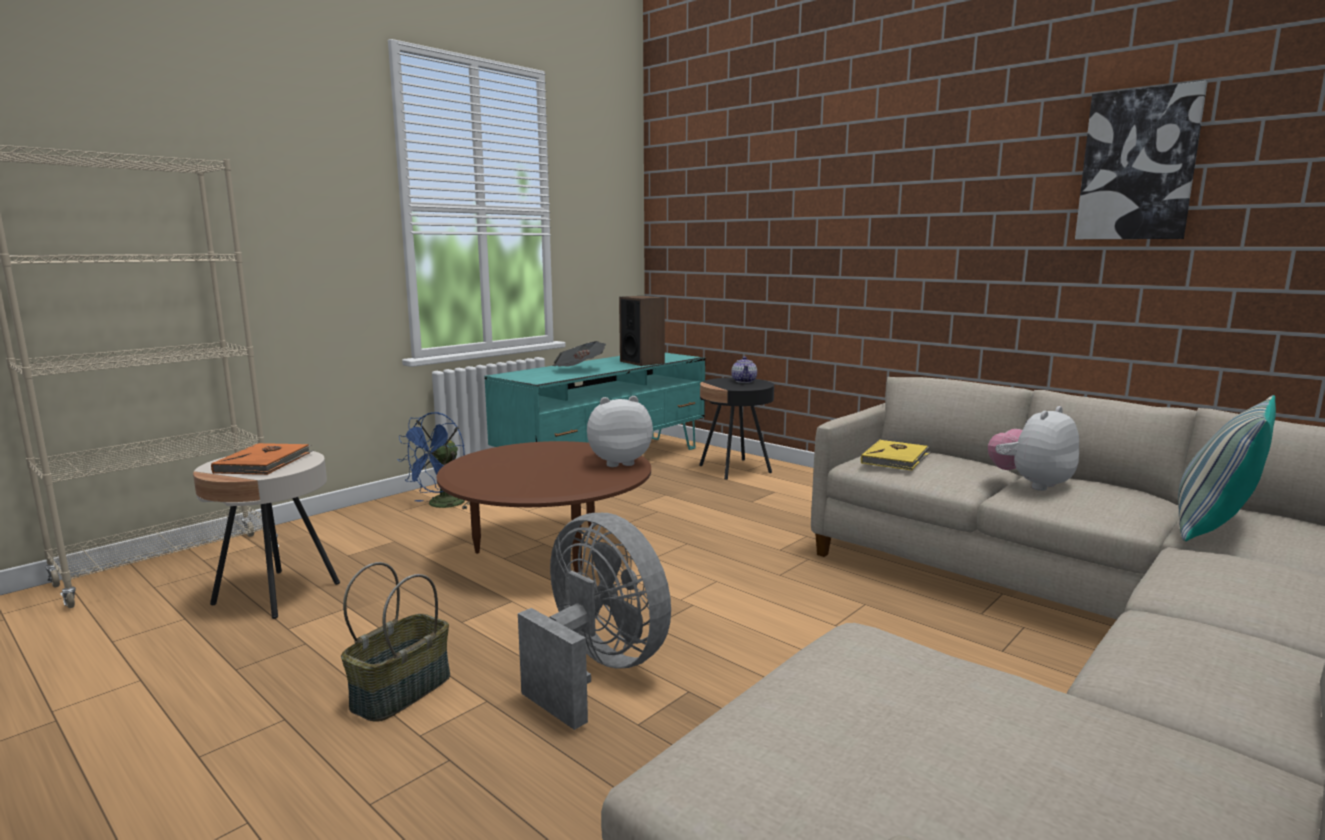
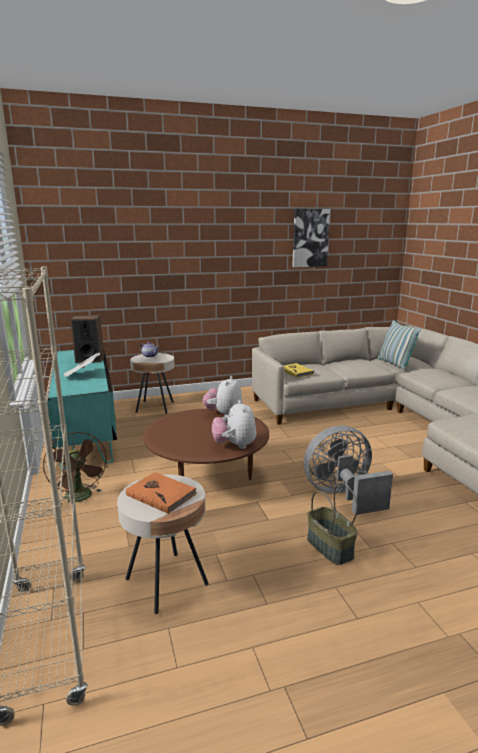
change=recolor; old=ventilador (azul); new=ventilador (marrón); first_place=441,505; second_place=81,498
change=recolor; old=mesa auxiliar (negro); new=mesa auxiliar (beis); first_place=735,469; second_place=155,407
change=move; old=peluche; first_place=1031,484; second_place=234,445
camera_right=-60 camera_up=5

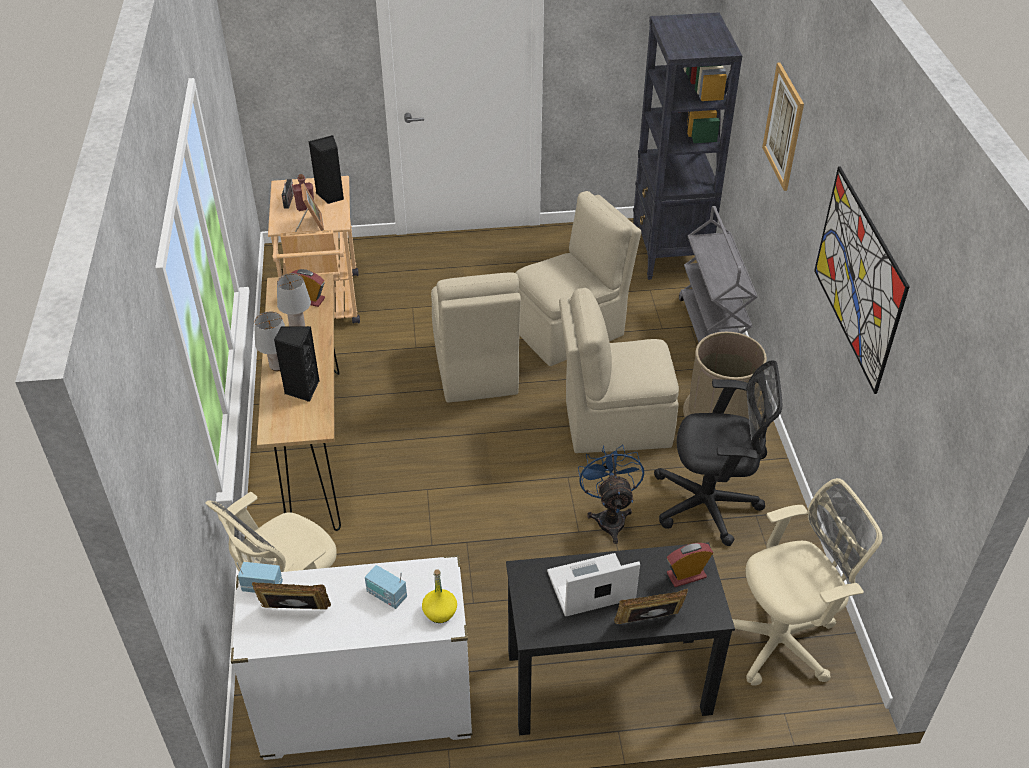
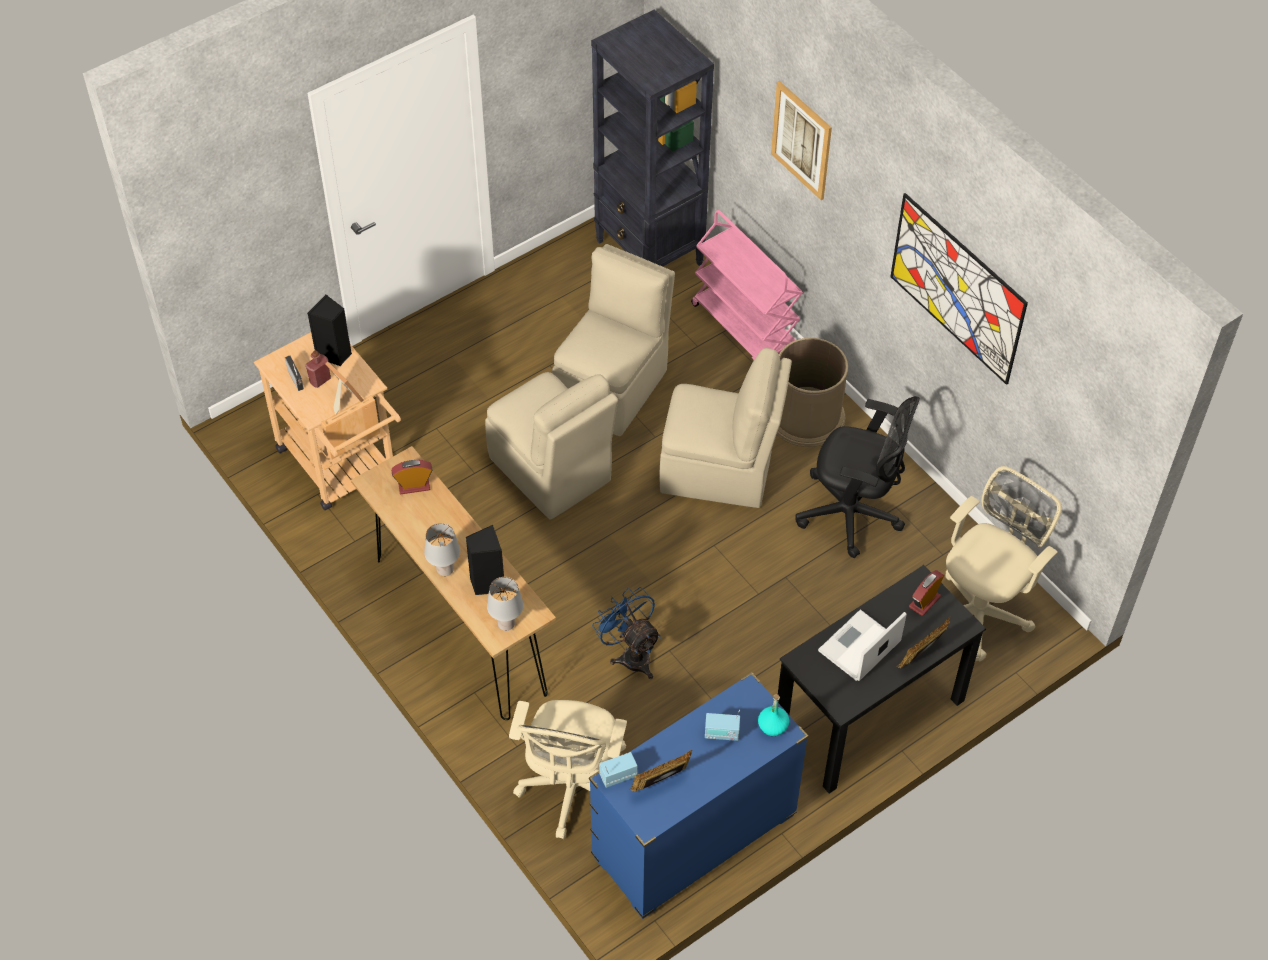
change=move; old=lámpara de mesa (gris); first_place=297,327; second_place=506,624
change=recolor; old=cómoda (blanco); new=cómoda (azul); first_place=366,710; second_place=694,837
change=move; old=ventilador (azul); first_place=609,517; second_place=631,654
change=rotate; old=silla (beis); first_place=614,423; second_place=719,471; degrees=-135
change=recolor; old=carrito (gris); new=carrito (rosa); first_place=712,330; second_place=745,328
change=recolor; old=botella (amarillo); new=botella (turquesa); first_place=440,612; second_place=773,726
change=rotate; old=silla de oficina (negro); first_place=710,505; second_place=853,514; degrees=45
camera_right=-30 camera_up=10

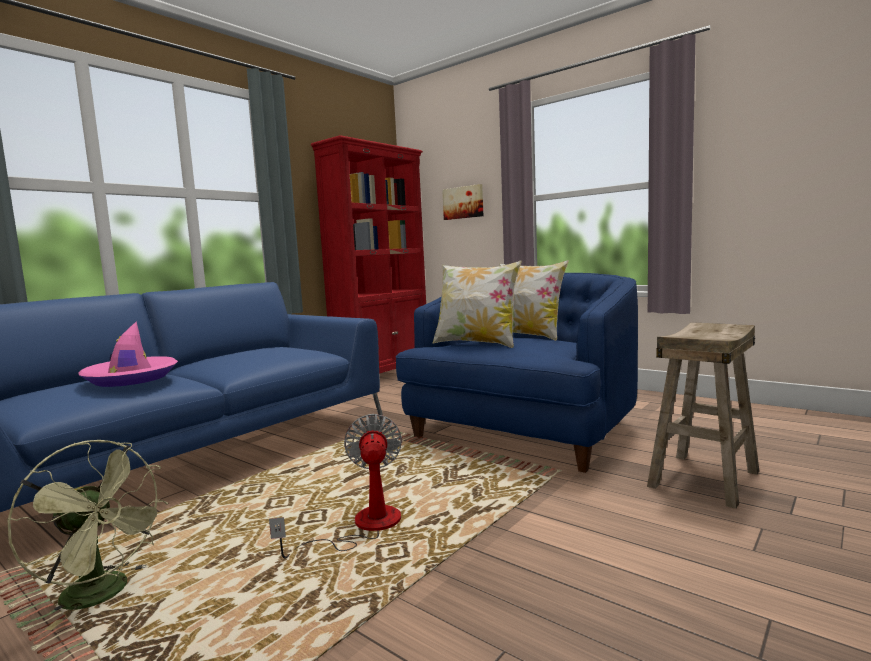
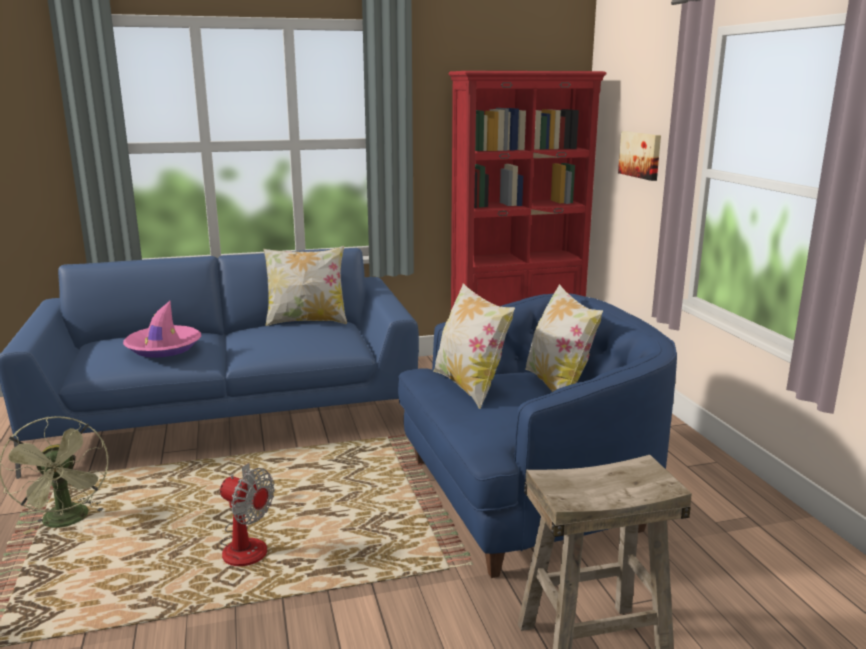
change=rotate; old=ventilador; first_place=363,527; second_place=246,544; degrees=90
change=insert; new=cojín; second_place=307,321
camera_right=35 camera_up=10

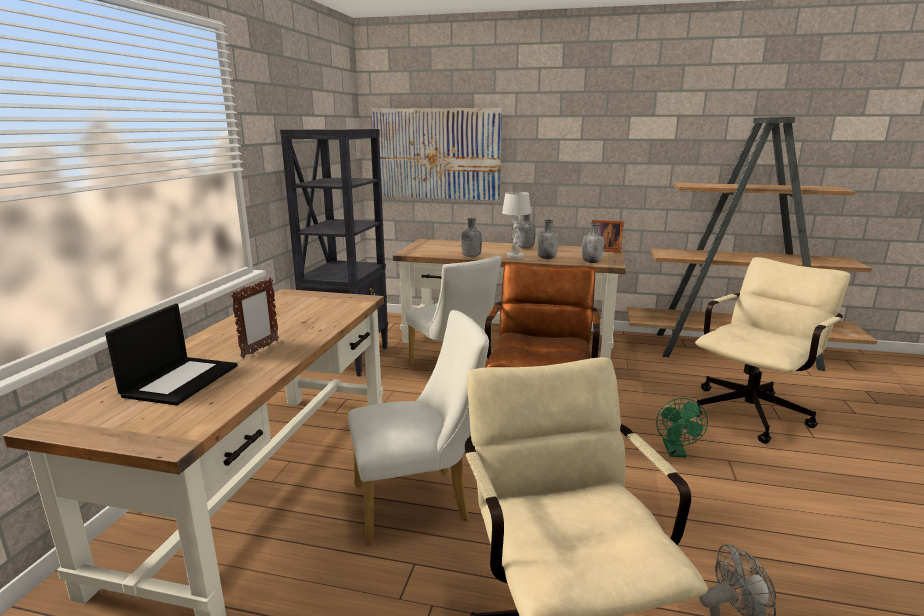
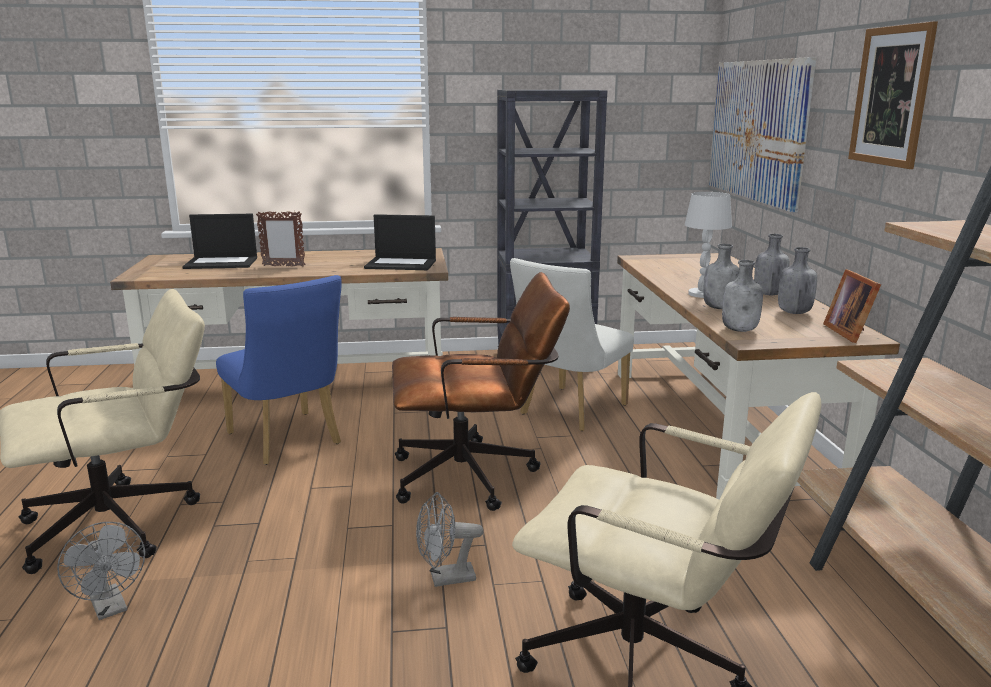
change=recolor; old=silla (blanco); new=silla (azul); first_place=419,501; second_place=288,441
change=insert; new=portátil; second_place=402,264
change=recolor; old=ventilador (verde); new=ventilador (gris); first_place=676,452; second_place=445,579
change=move; old=botella (gris); first_place=471,256; second_place=793,312
change=insert; new=cuadro; second_place=891,96
camera_right=70 camera_up=0

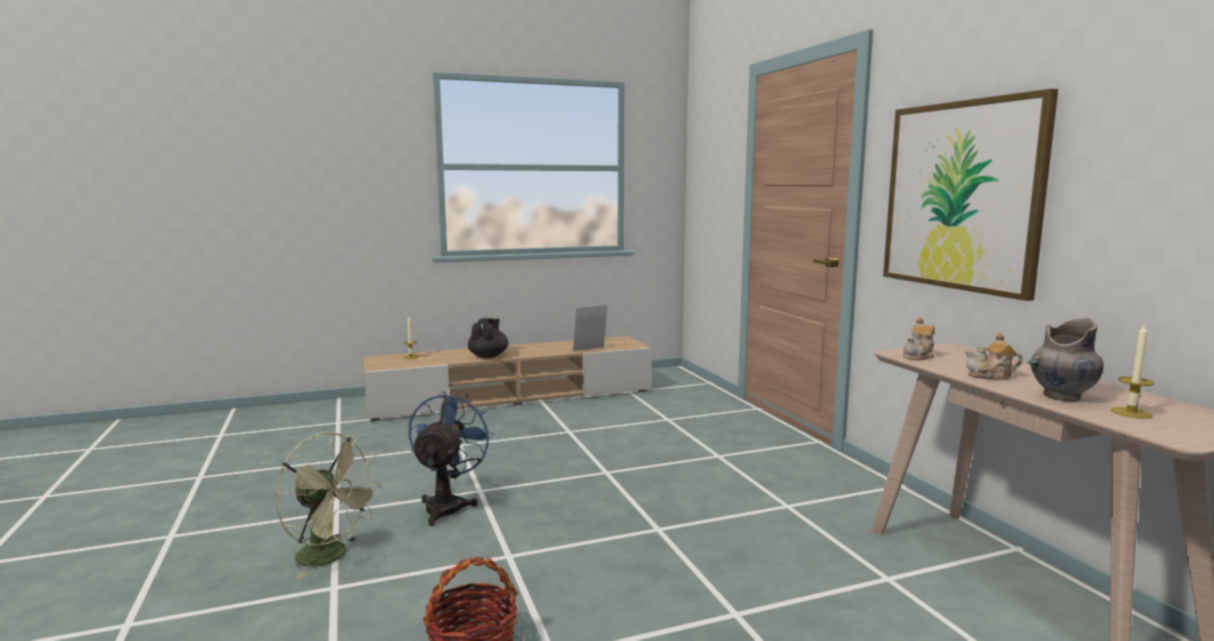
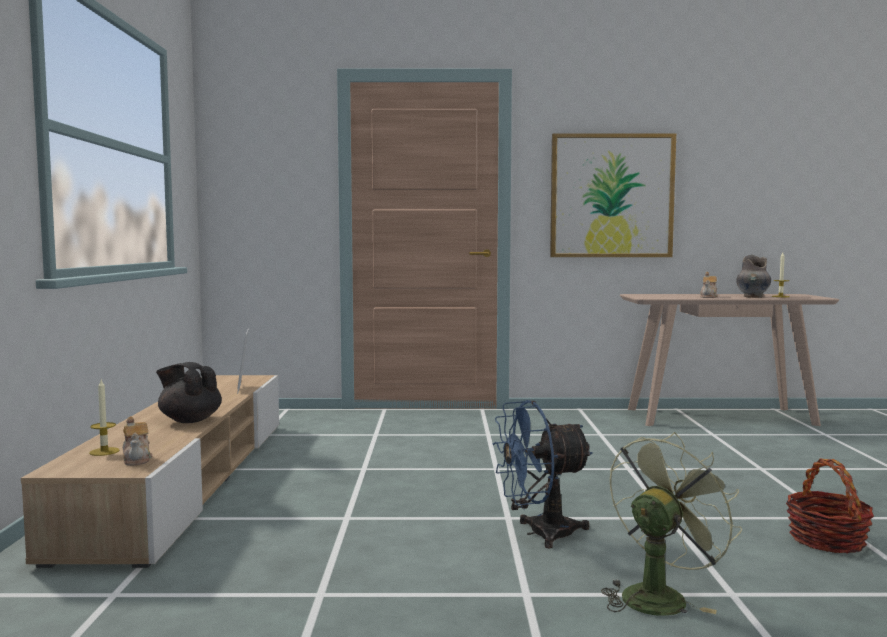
change=move; old=tetera; first_place=919,356; second_place=137,459
change=rotate; old=ventilador (azul); first_place=448,505; second_place=540,533; degrees=-45
camera_right=-70 camera_up=-5

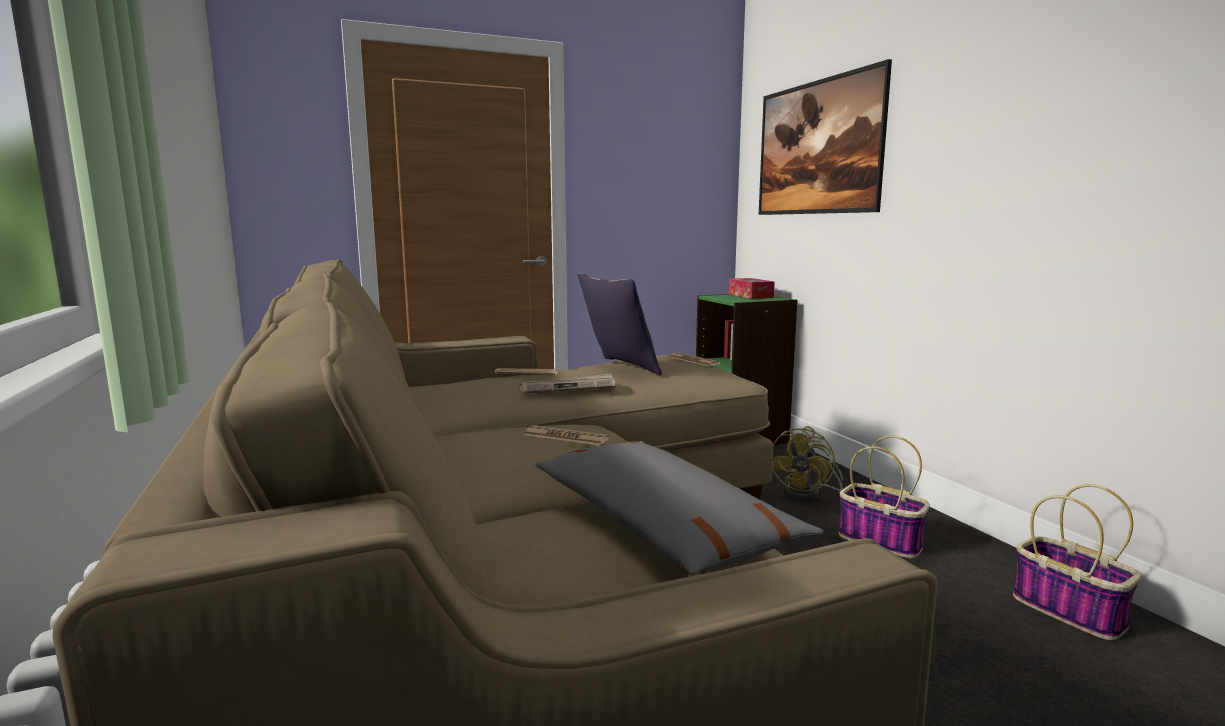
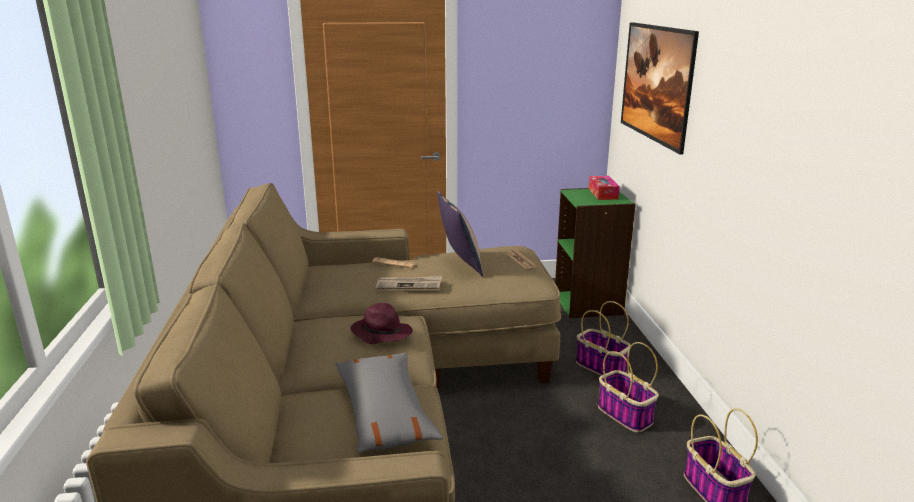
change=replace; old=periódico; new=sombrero (morado); first_place=566,437; second_place=381,333
change=replace; old=ventilador (amarillo); new=cesta; first_place=808,494; second_place=602,367
camera_right=15 camera_up=10

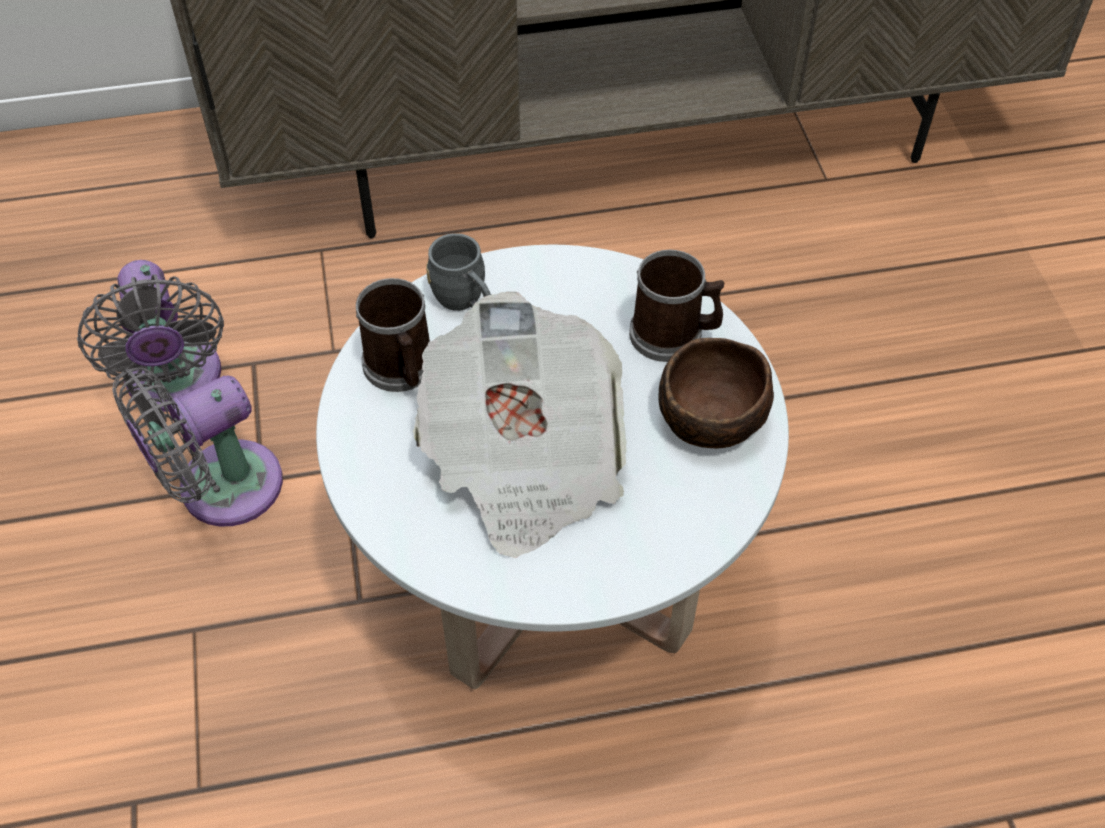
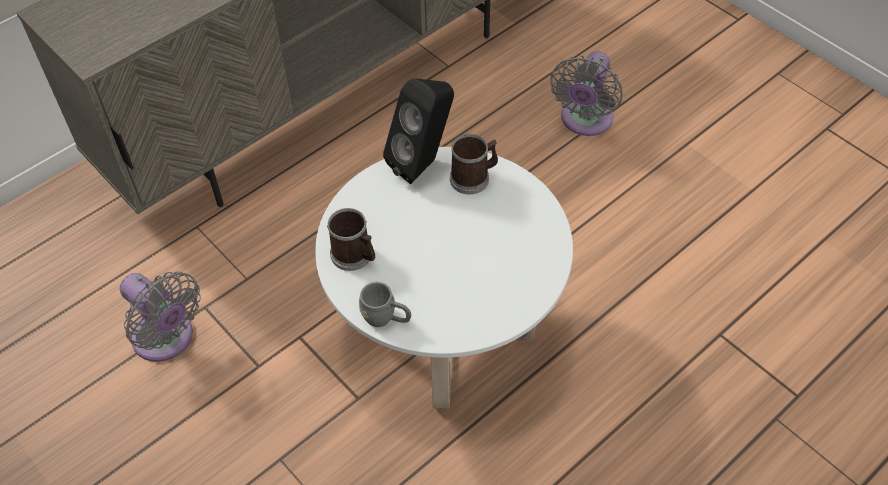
change=move; old=taza grande (gris); first_place=466,303; second_place=386,318
change=insert; new=altavoz (negro); second_place=423,163
change=move; old=ventilador (gris); first_place=220,489; second_place=584,121
change=delete; old=periódico; first_place=524,460
change=delete; old=cuenco (marrón); first_place=709,417
camera_right=-30 camera_up=0

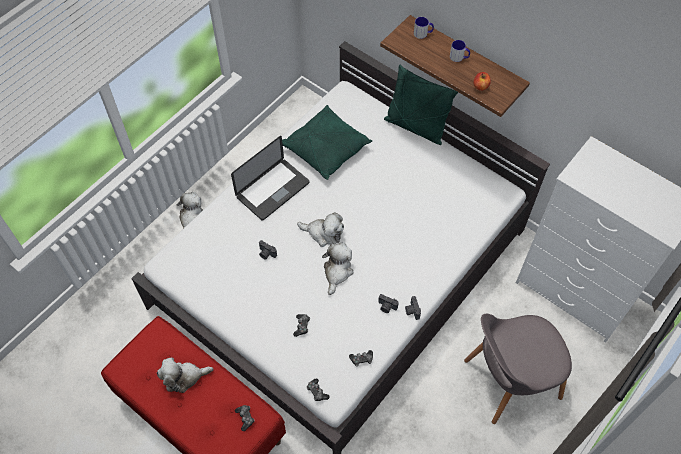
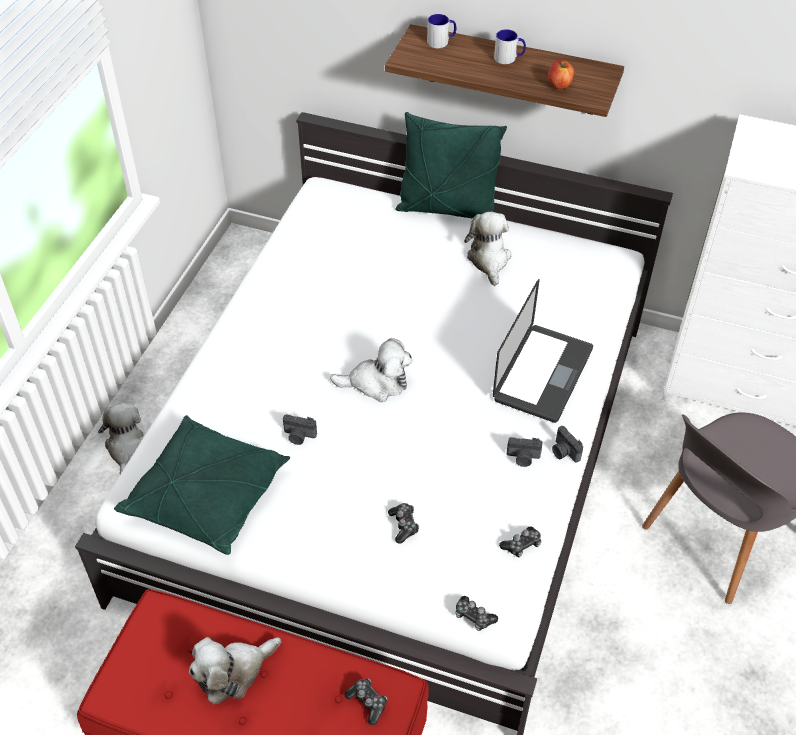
change=move; old=cojín (verde); first_place=326,149; second_place=207,496
change=move; old=peluche; first_place=337,272; second_place=489,260
change=move; old=portátil; first_place=273,190; second_place=543,374
camera_right=-20 camera_up=-10

